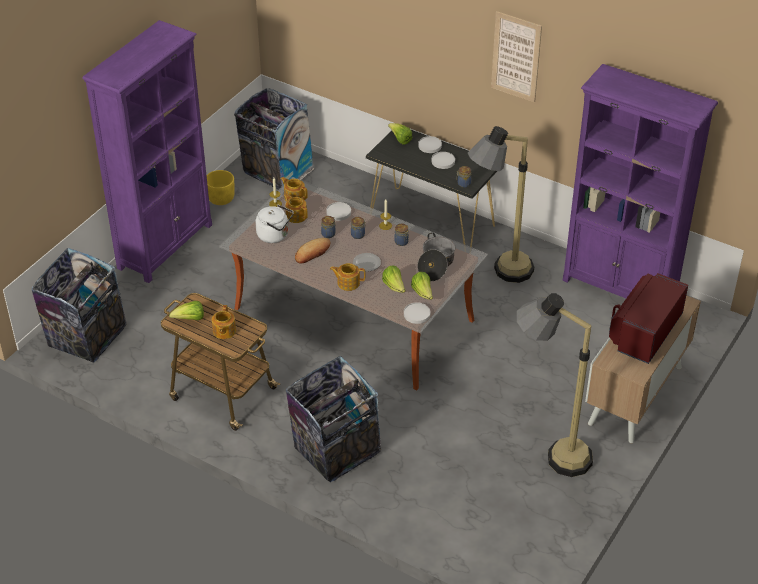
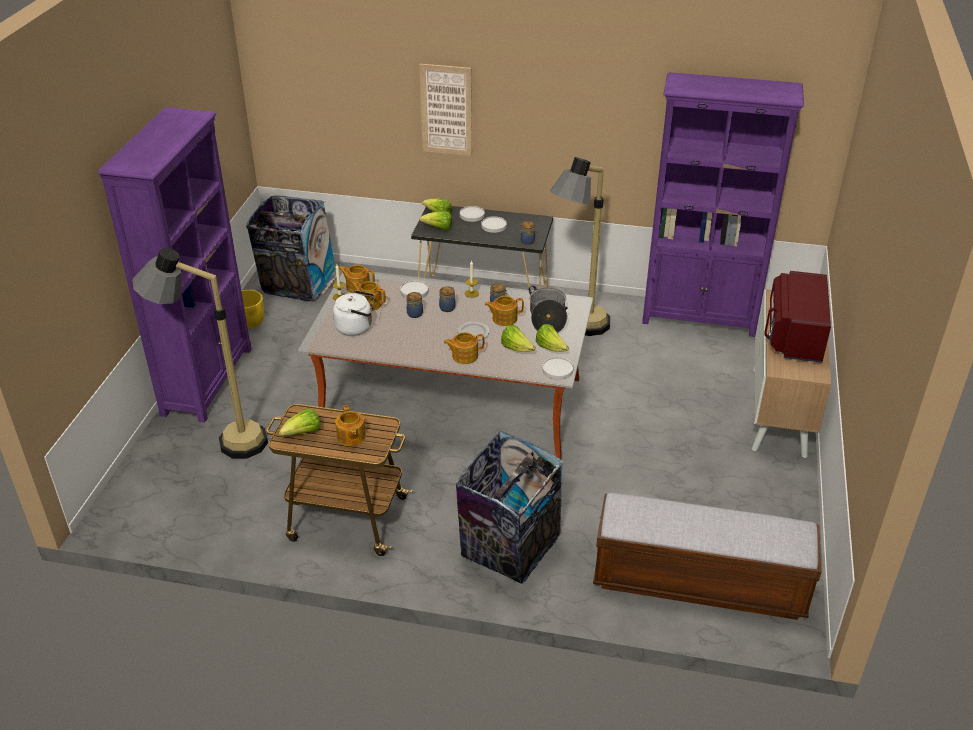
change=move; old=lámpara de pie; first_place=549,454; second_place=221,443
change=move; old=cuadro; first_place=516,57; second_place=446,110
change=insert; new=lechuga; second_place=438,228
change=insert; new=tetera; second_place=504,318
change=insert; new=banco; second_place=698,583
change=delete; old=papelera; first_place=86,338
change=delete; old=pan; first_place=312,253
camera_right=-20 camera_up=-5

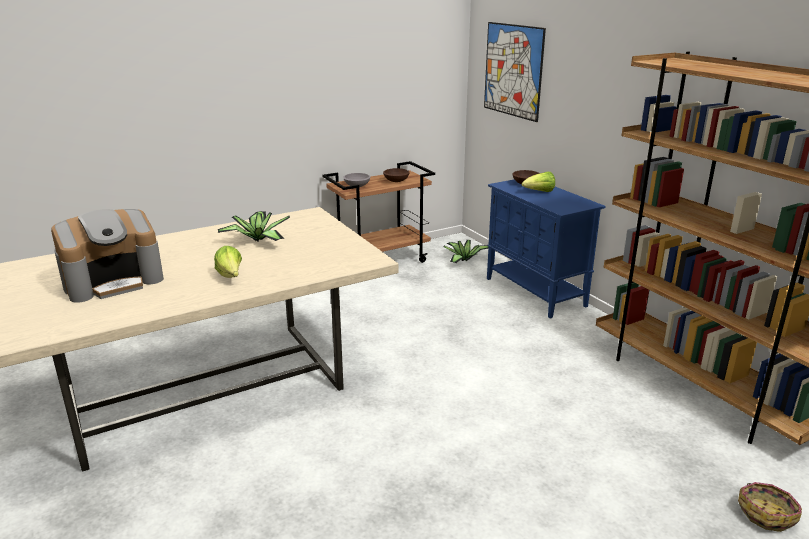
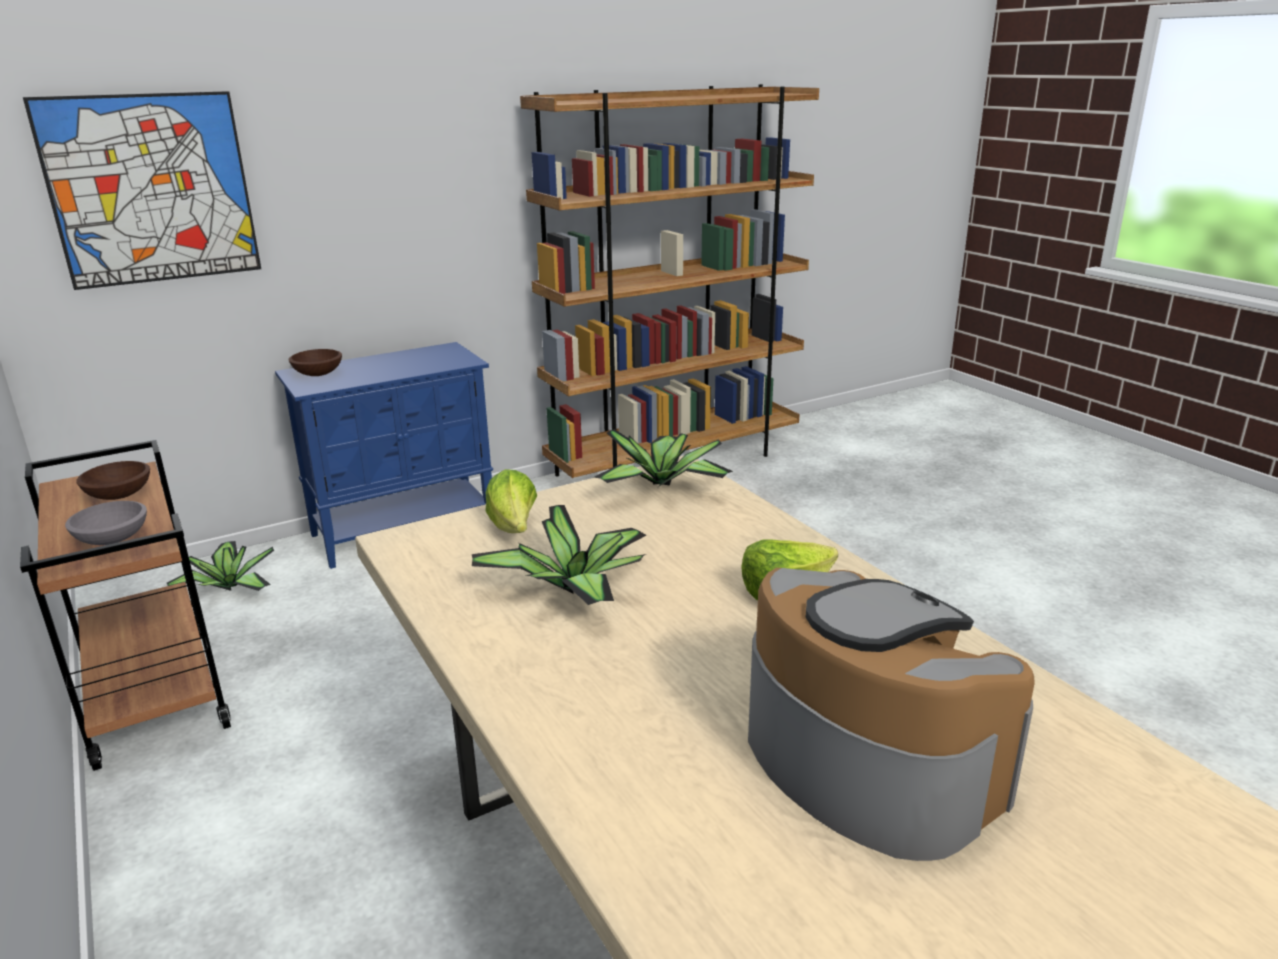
change=move; old=lechuga; first_place=539,192; second_place=514,528
change=insert; new=planta en maceta; second_place=663,486
change=delete; old=cesta; first_place=766,513
camera_right=-90 camera_up=0

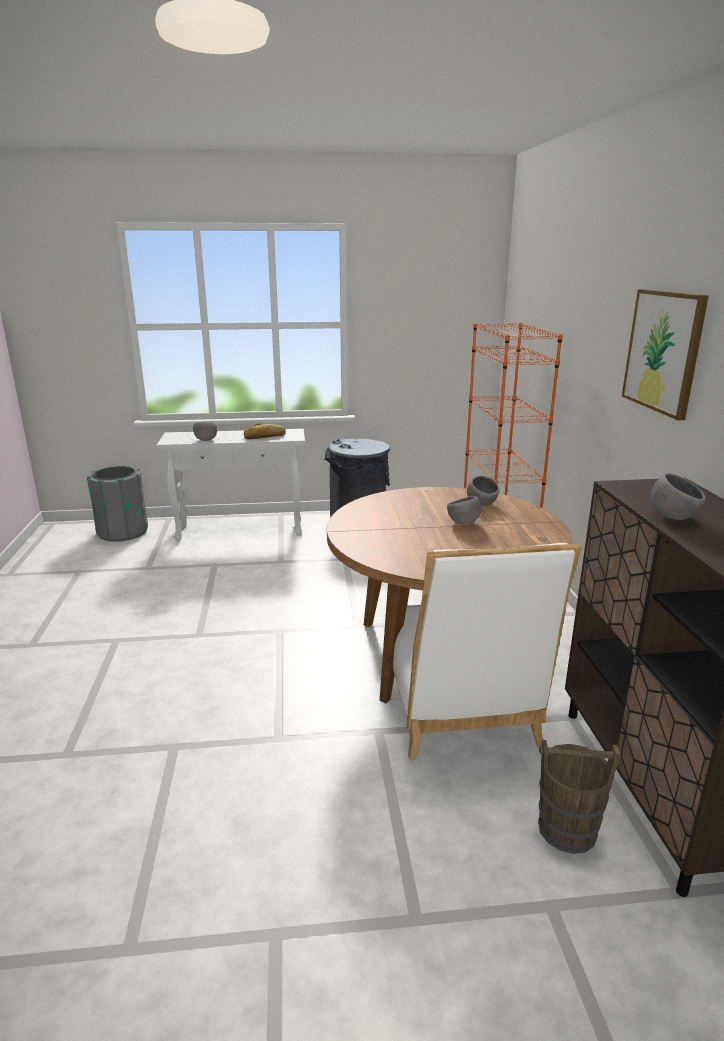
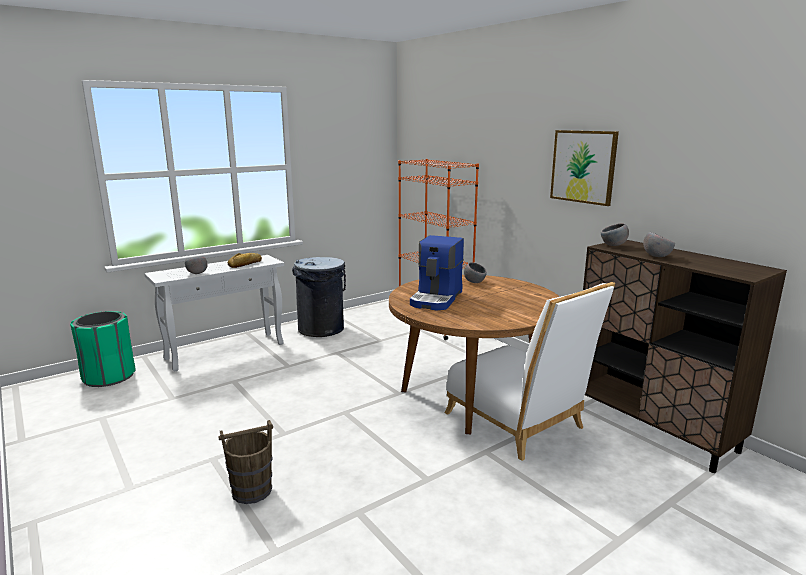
change=recolor; old=papelera (gris); new=papelera (verde); first_place=123,532; second_place=109,376
change=move; old=cubo (marrón); first_place=566,829; second_place=251,491
change=insert; new=cafetera; second_place=437,299
change=move; old=cuenco (gris); first_place=463,523; second_place=613,245
camera_right=-30 camera_up=-5

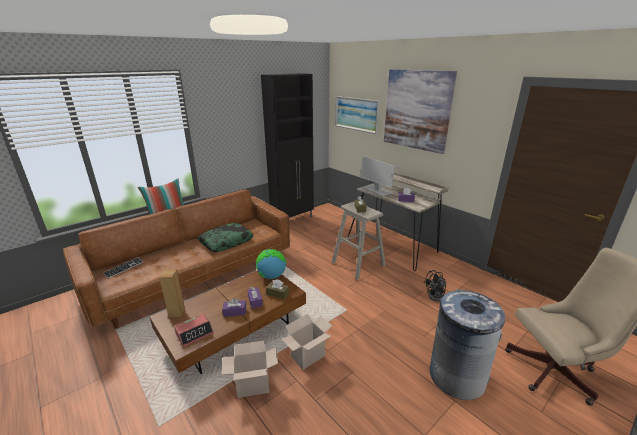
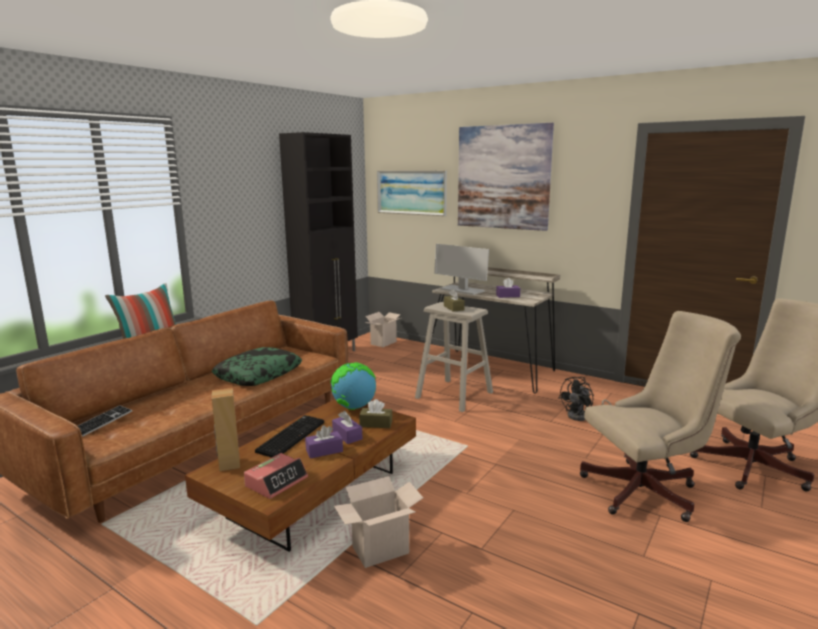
change=insert; new=teclado; second_place=290,436
change=move; old=caja de cartón; first_place=307,357; second_place=383,343
change=replace; old=papelera (gris); new=silla de oficina (beis); first_place=456,376; second_place=647,491
camera_right=-15 camera_up=-10

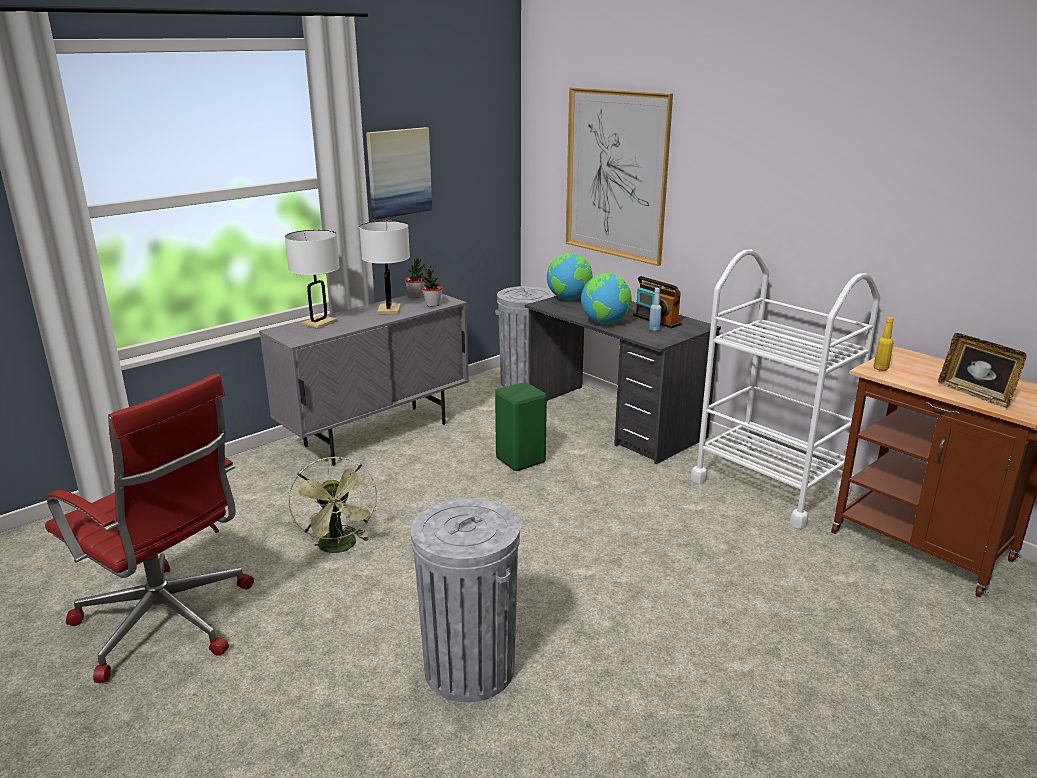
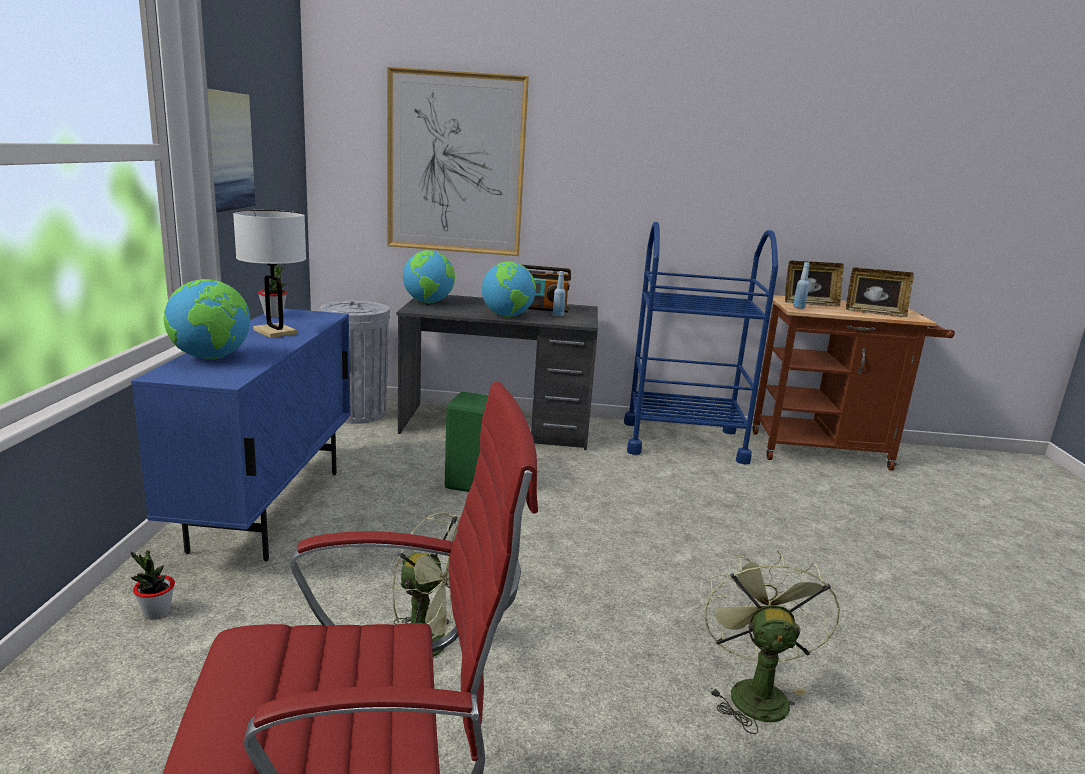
change=recolor; old=armario (gris); new=armario (azul); first_place=377,435; second_place=269,509
change=move; old=planta en maceta; first_place=432,304; second_place=157,613
change=replace; old=lámpara de mesa (blanco); new=globo terráqueo; first_place=319,323; second_place=211,358
change=recolor; old=carrito (blanco); new=carrito (azul); first_place=769,486; second_place=683,441
change=replace; old=papelera (gris); new=ventilador (verde); first_place=469,669; second_place=754,691
change=insert; new=portarretratos; second_place=809,304
change=recolor; old=botella (amarillo); new=botella (azul); first_place=880,368; second_place=798,307
camera_right=-45 camera_up=-5

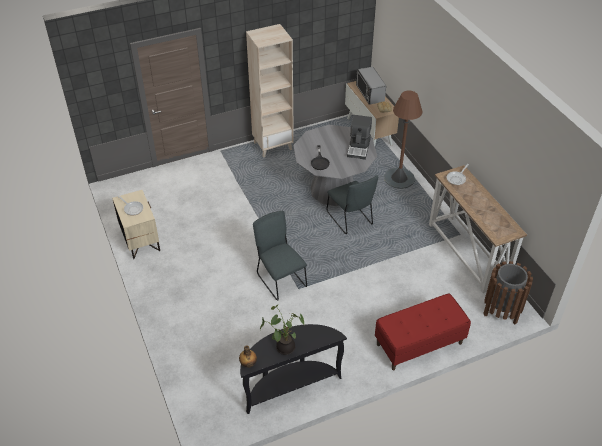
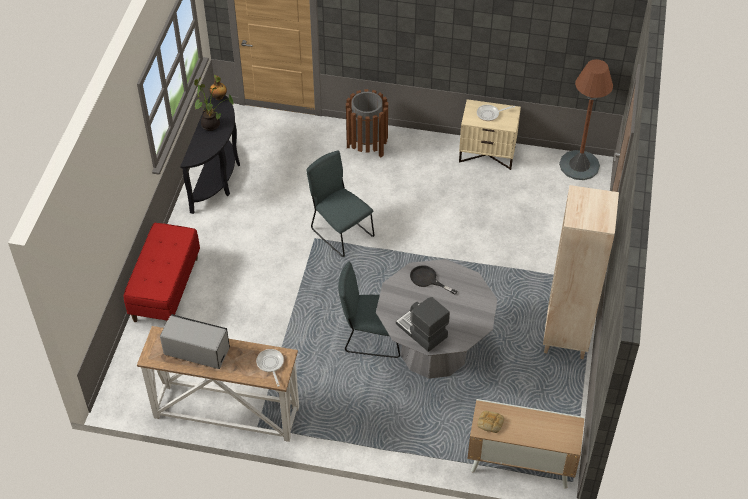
change=move; old=microondas; first_place=370,93; second_place=197,350
change=rotate; old=silla (gris); first_place=280,279; second_place=340,231; degrees=-135
change=move; old=papelera (marrón); first_place=501,311; second_place=367,146
change=move; old=lámpara de pie (marrón); first_place=399,178; second_place=579,165
camera_right=125 camera_up=5

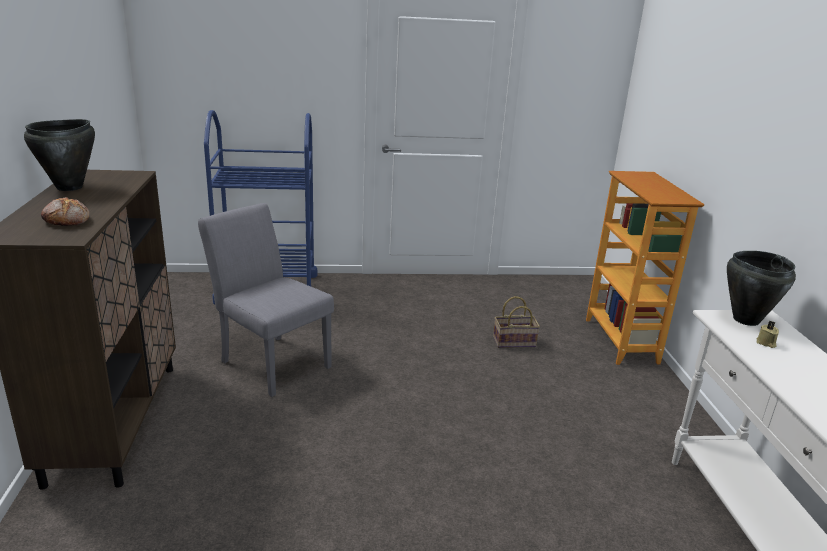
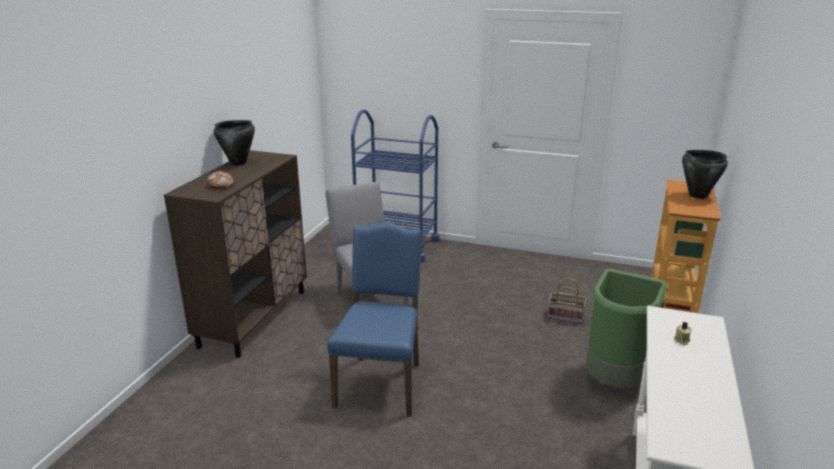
change=insert; new=silla (azul); second_place=381,383
change=insert; new=papelera (verde); second_place=615,380
change=move; old=olla (negro); first_place=745,320; second_place=697,195
camera_right=25 camera_up=0

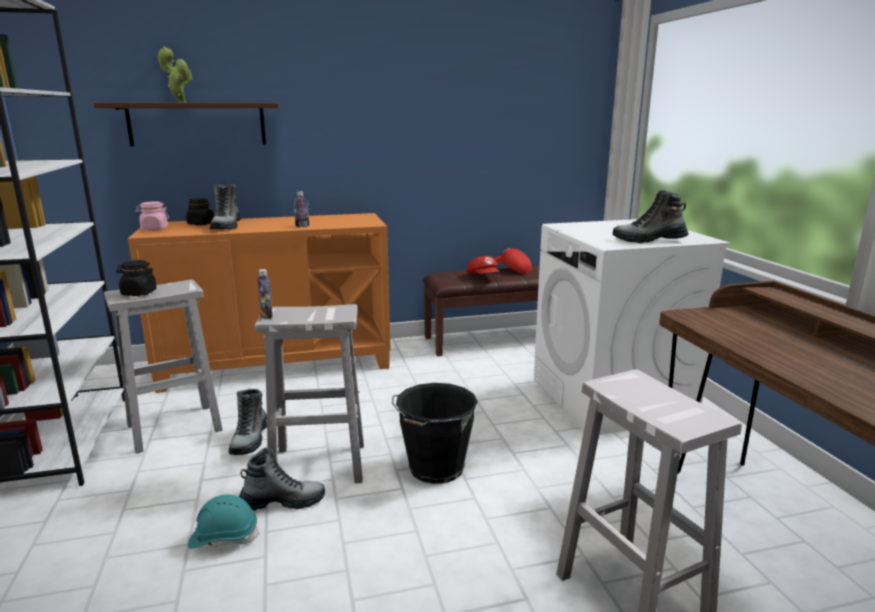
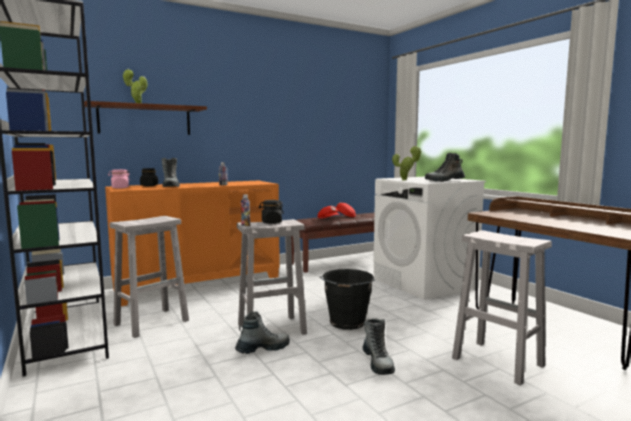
change=move; old=tarro (negro); first_place=138,293; second_place=271,222
change=move; old=bota; first_place=250,439; second_place=378,362
change=insert; new=planta en maceta; second_place=406,180
change=delete; old=casco (turquesa); first_place=224,537
camera_right=-15 camera_up=-10

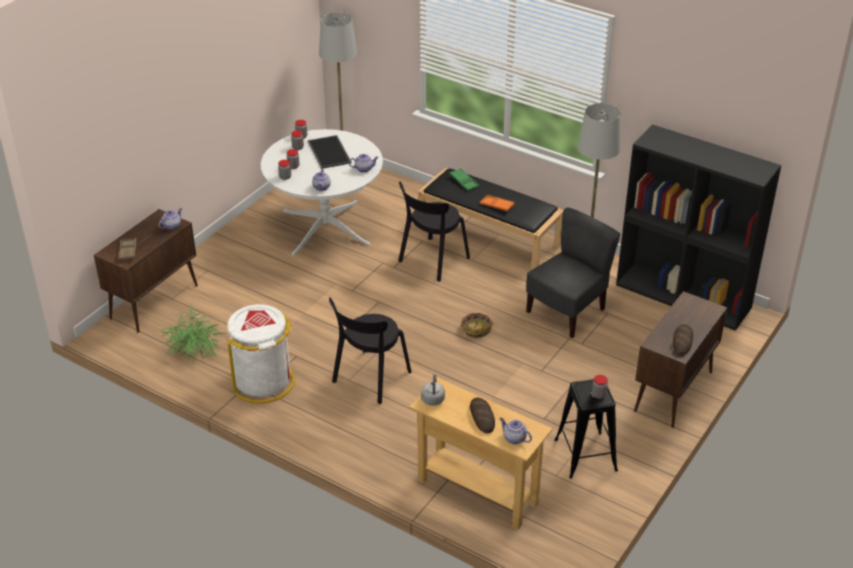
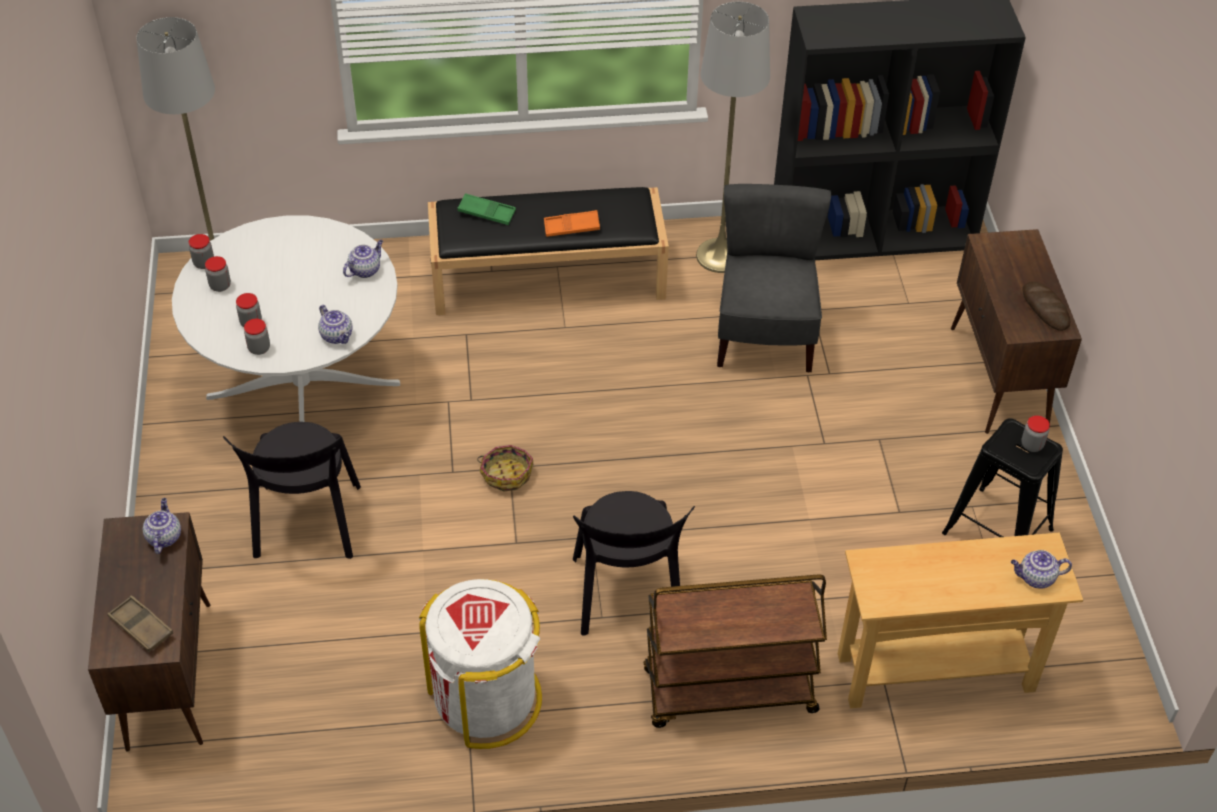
change=move; old=silla (negro); first_place=432,261; second_place=307,526
change=move; old=cesta; first_place=476,329; second_place=506,474
change=insert; new=carrito (marrón); second_place=728,692
change=delete; old=planta en maceta; first_place=194,348
change=delete; old=bandeja; first_place=330,152
change=delete; old=hervidor (gris); first_place=433,398
change=delete; old=pan; first_place=482,417
camera_right=-40 camera_up=10

